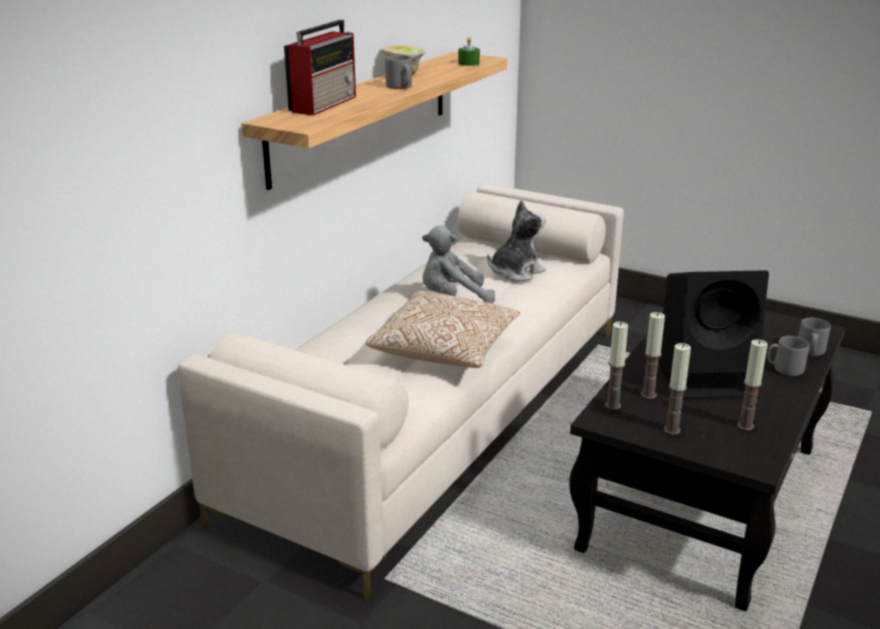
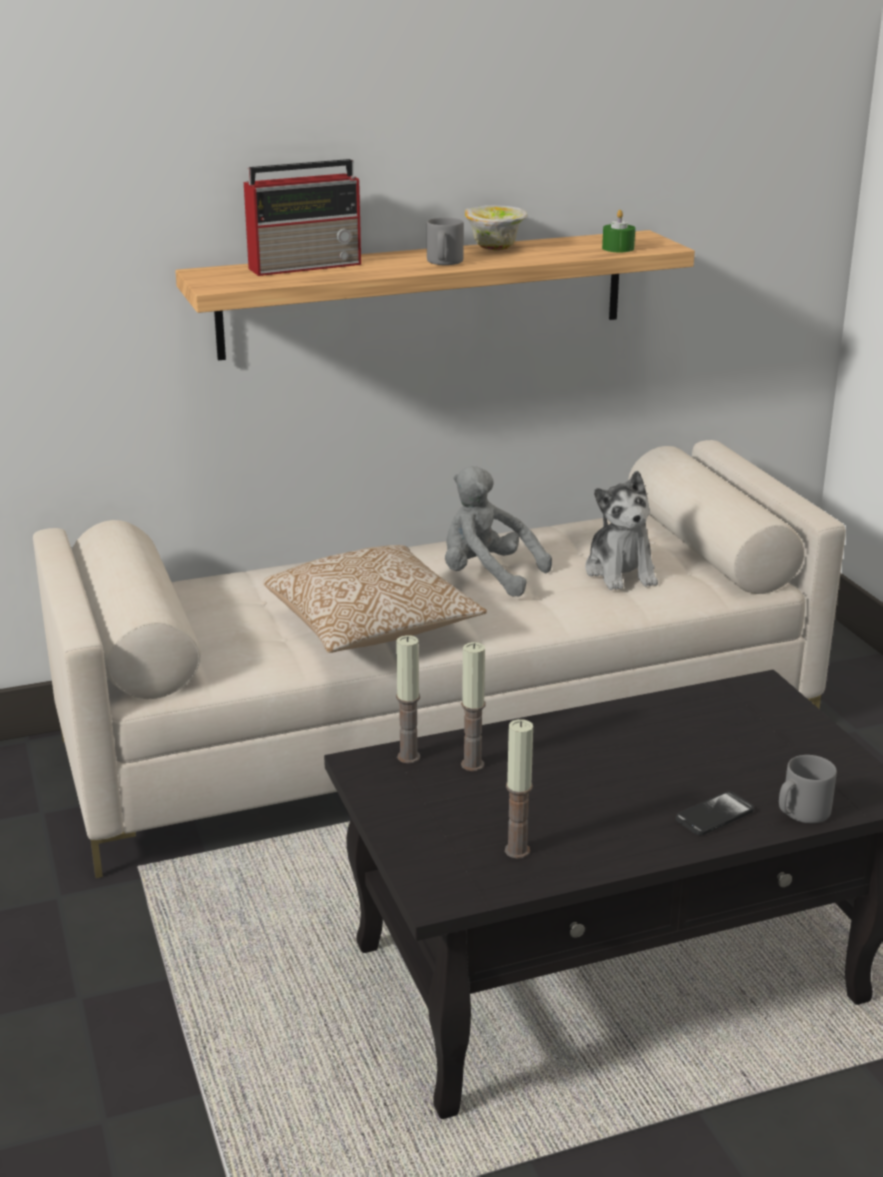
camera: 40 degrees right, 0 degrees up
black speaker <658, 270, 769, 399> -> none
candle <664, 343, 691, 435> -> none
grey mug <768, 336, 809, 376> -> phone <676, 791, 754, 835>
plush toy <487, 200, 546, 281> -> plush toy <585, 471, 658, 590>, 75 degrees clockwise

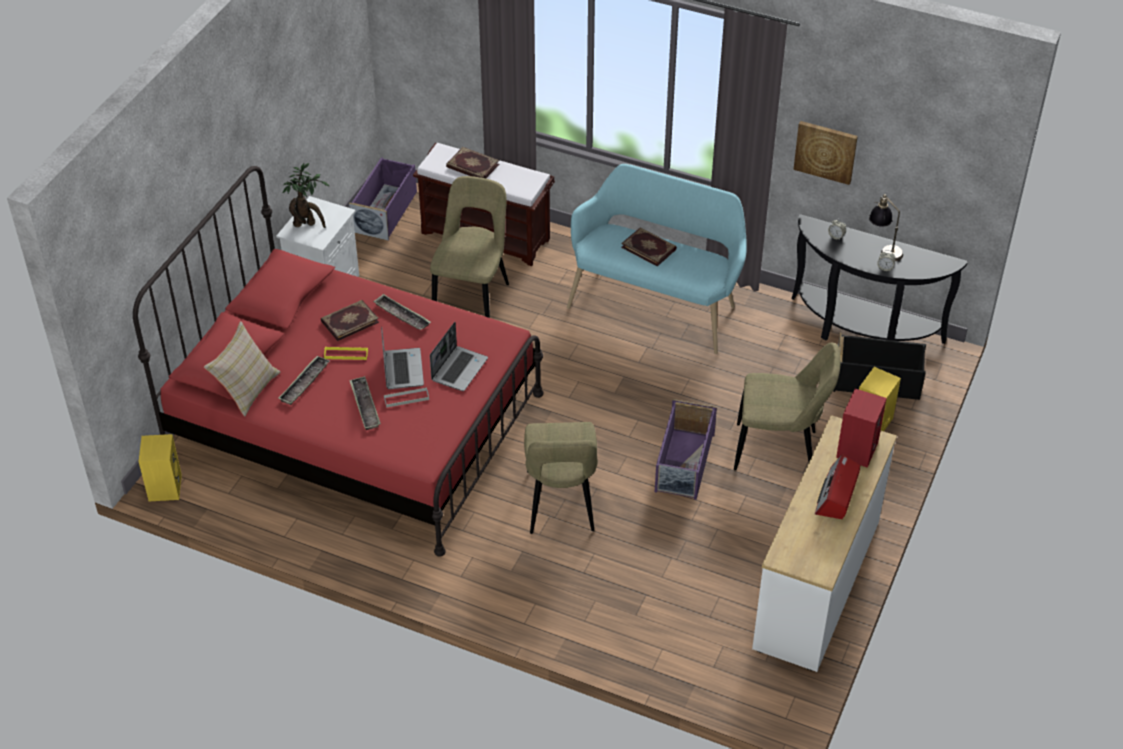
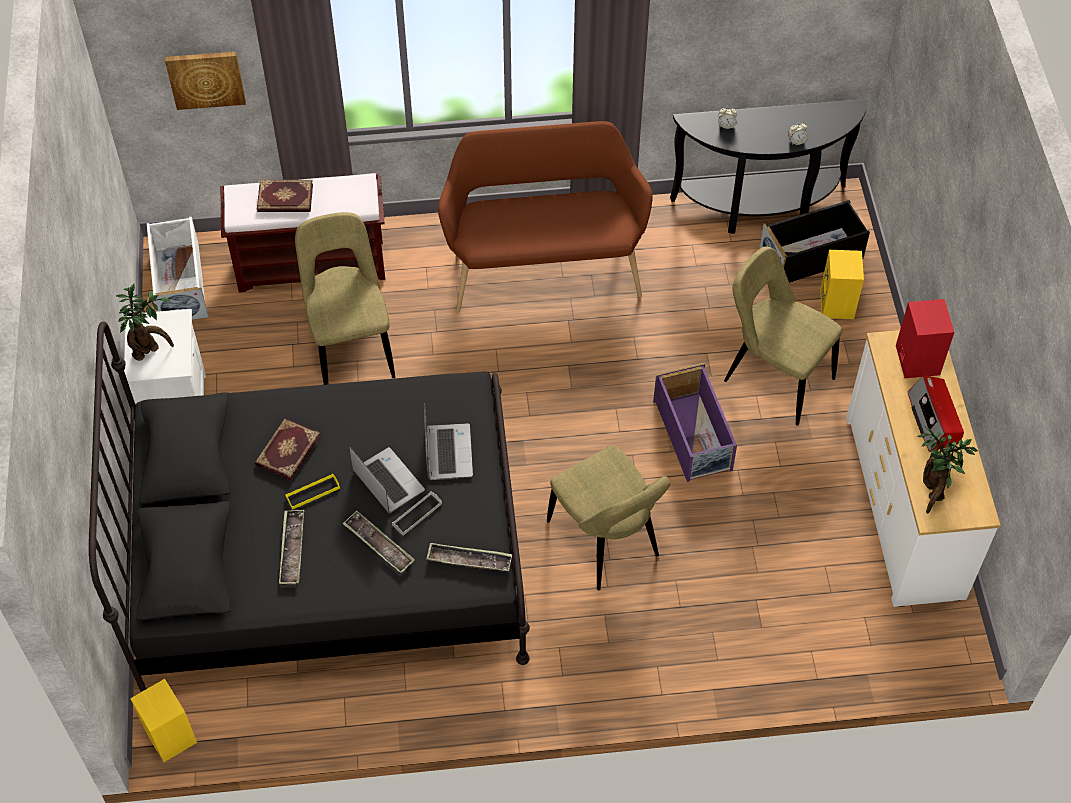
camera: 30 degrees left, 10 degrees up
beige pillow <204, 321, 280, 416> -> none
book <621, 227, 677, 266> -> none
table lamp <869, 194, 903, 261> -> none
none -> potted plant <917, 427, 978, 514>
tray <373, 294, 431, 330> -> tray <426, 543, 512, 571>, moved
picture <793, 121, 858, 185> -> picture <165, 52, 246, 110>, moved
red bed <133, 166, 544, 557> -> black bed <89, 321, 530, 692>
purple storage box <349, 157, 417, 241> -> white storage box <147, 217, 209, 320>
turquoise bench <567, 164, 747, 354> -> brown bench <438, 121, 653, 313>
beige chair <734, 343, 841, 471> -> beige chair <724, 246, 842, 425>, 120 degrees counterclockwise

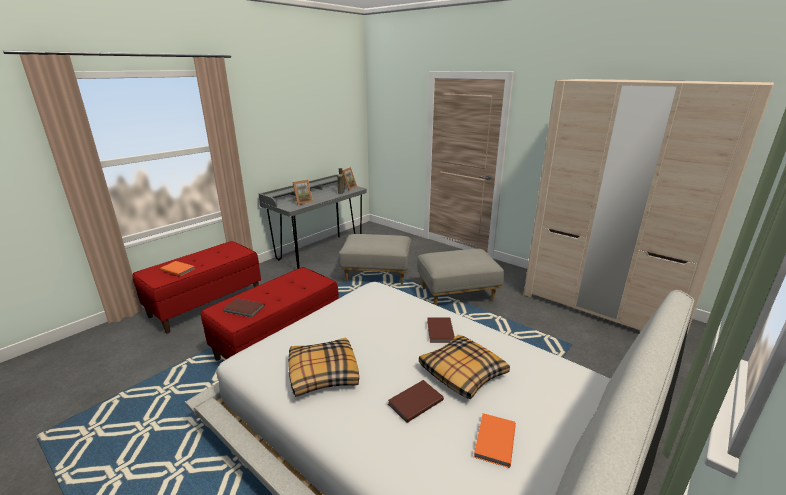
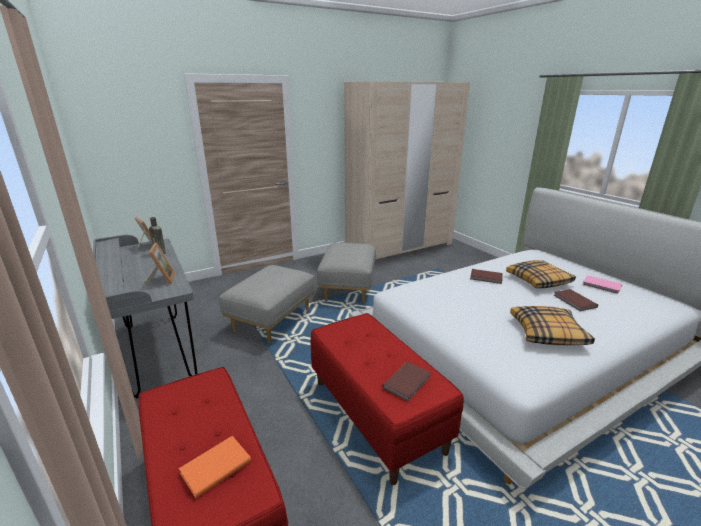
camera: 70 degrees left, 0 degrees up
orange book <474, 413, 516, 468> -> pink book <582, 275, 622, 294>

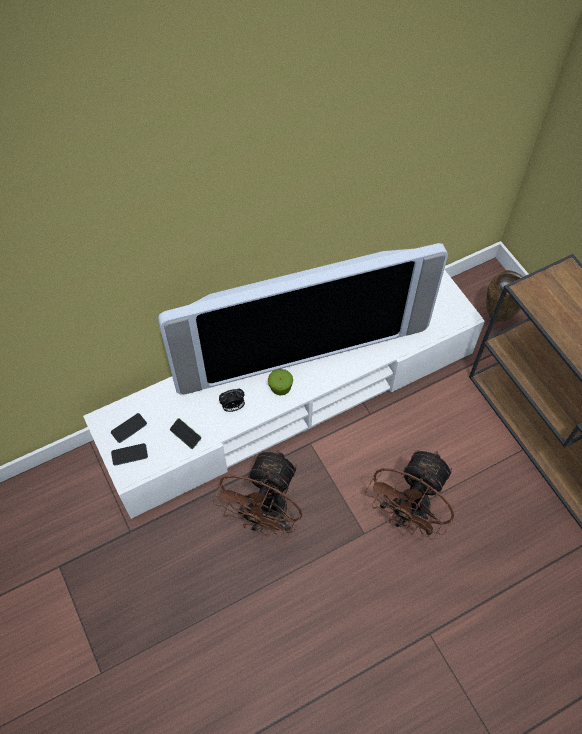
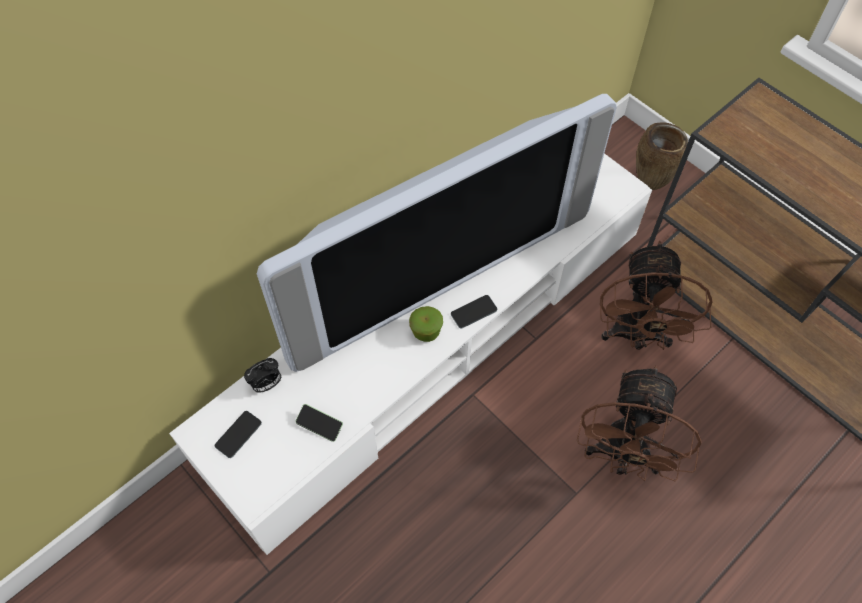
camera: 15 degrees left, 0 degrees up
phone <111, 443, 148, 466> -> phone <451, 295, 497, 329>, moved
brown fan <213, 450, 302, 539> -> brown fan <600, 241, 713, 350>, moved
alarm clock <219, 389, 245, 412> -> alarm clock <244, 358, 281, 393>, moved

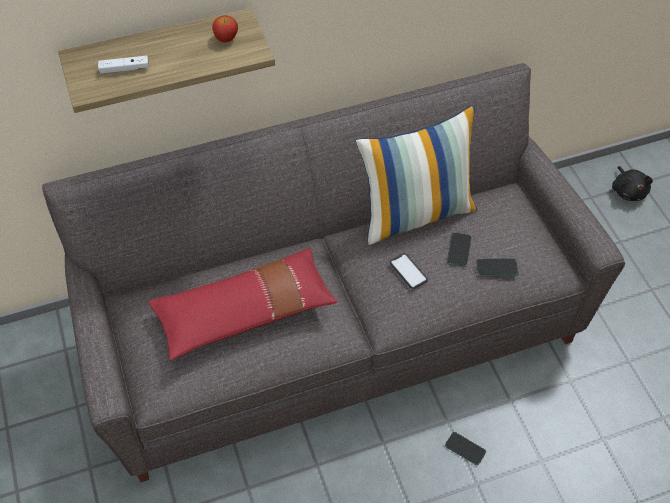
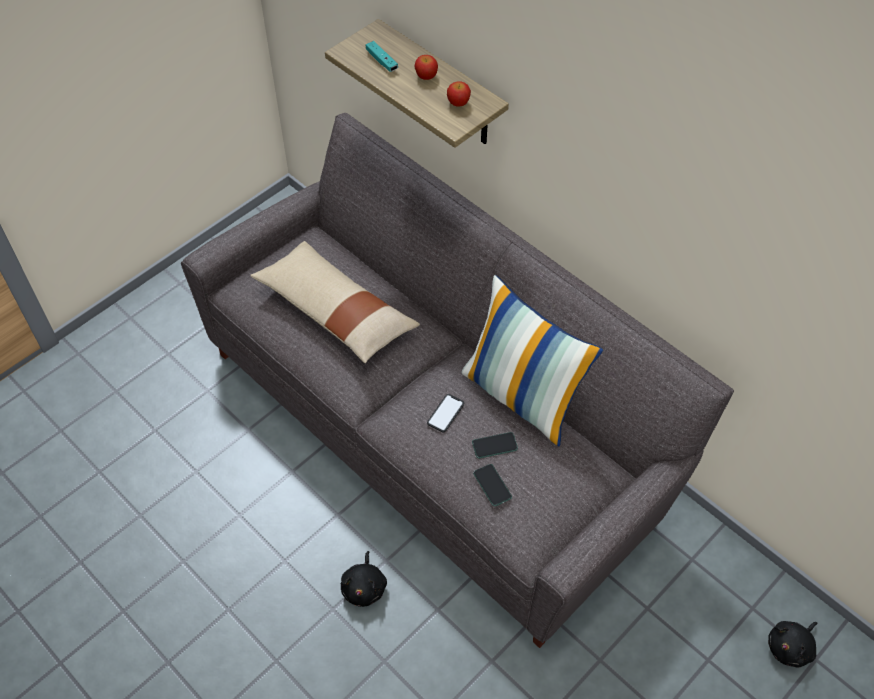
camera: 65 degrees right, 0 degrees up
none -> apple <415, 55, 438, 80>
phone <445, 432, 486, 465> -> black plush toy <340, 551, 387, 607>
white game controller <98, 56, 149, 74> -> turquoise game controller <366, 41, 398, 72>
red pillow <148, 248, 338, 361> -> beige pillow <250, 241, 420, 363>

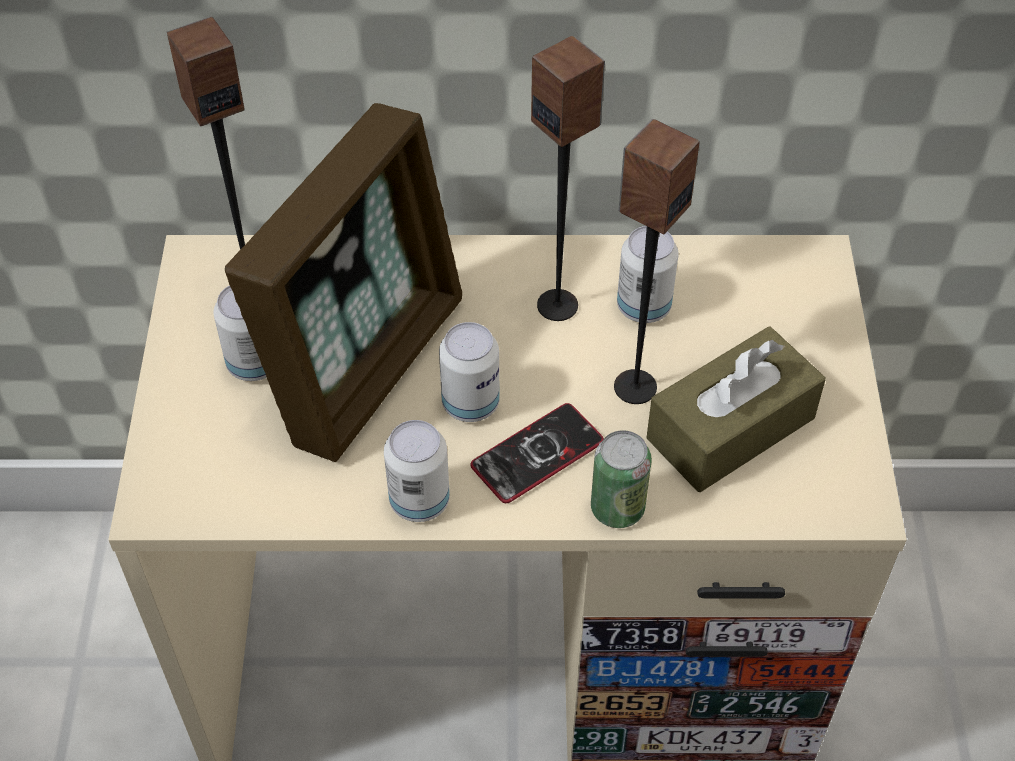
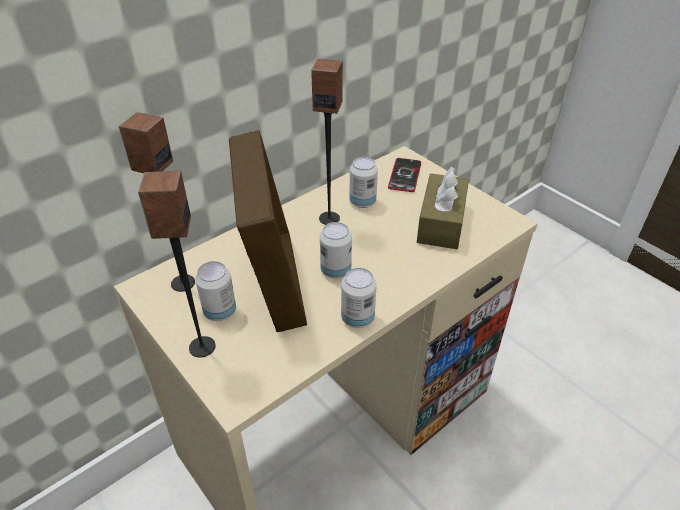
camera: 40 degrees left, 10 degrees down
can <591, 430, 652, 528> -> none
phone <470, 403, 604, 503> -> phone <388, 158, 421, 192>, moved
speaker <614, 119, 700, 404> -> speaker <138, 171, 216, 358>, moved

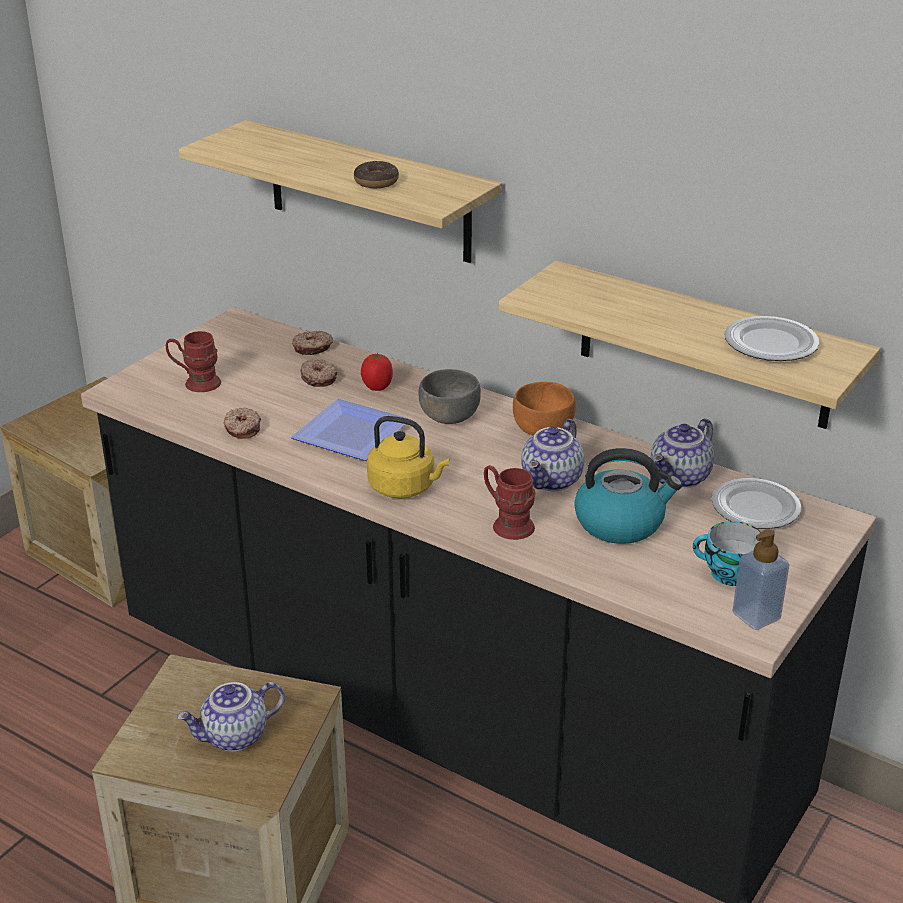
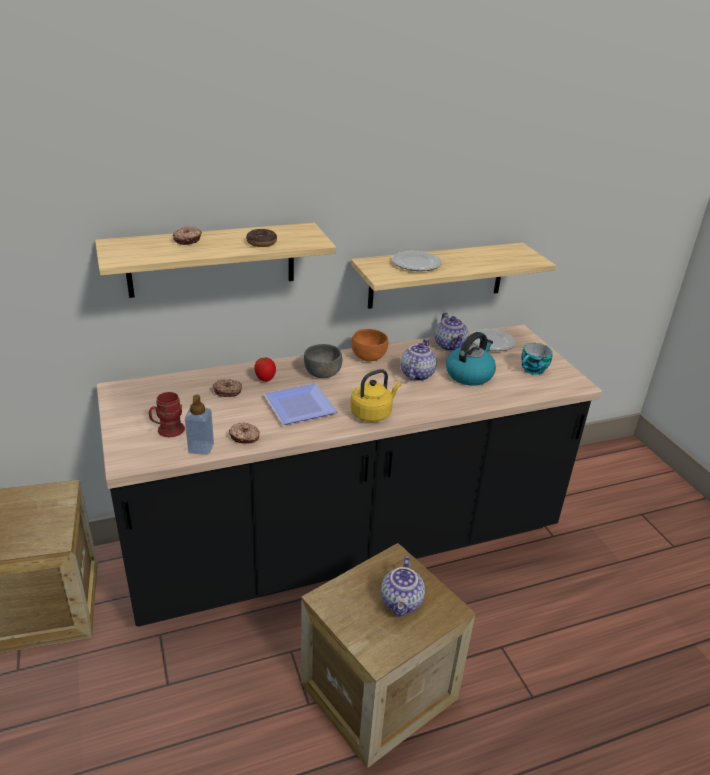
camera: 55 degrees left, 0 degrees up
red mug <484, 465, 535, 540> -> none
donut <292, 330, 333, 355> -> donut <173, 226, 202, 245>, moved
plate <724, 316, 820, 361> -> plate <392, 251, 442, 271>, moved
soap dispenser <733, 529, 789, 630> -> soap dispenser <185, 395, 214, 455>, moved
teapot <521, 419, 584, 491> -> teapot <400, 339, 437, 381>, 135 degrees counterclockwise

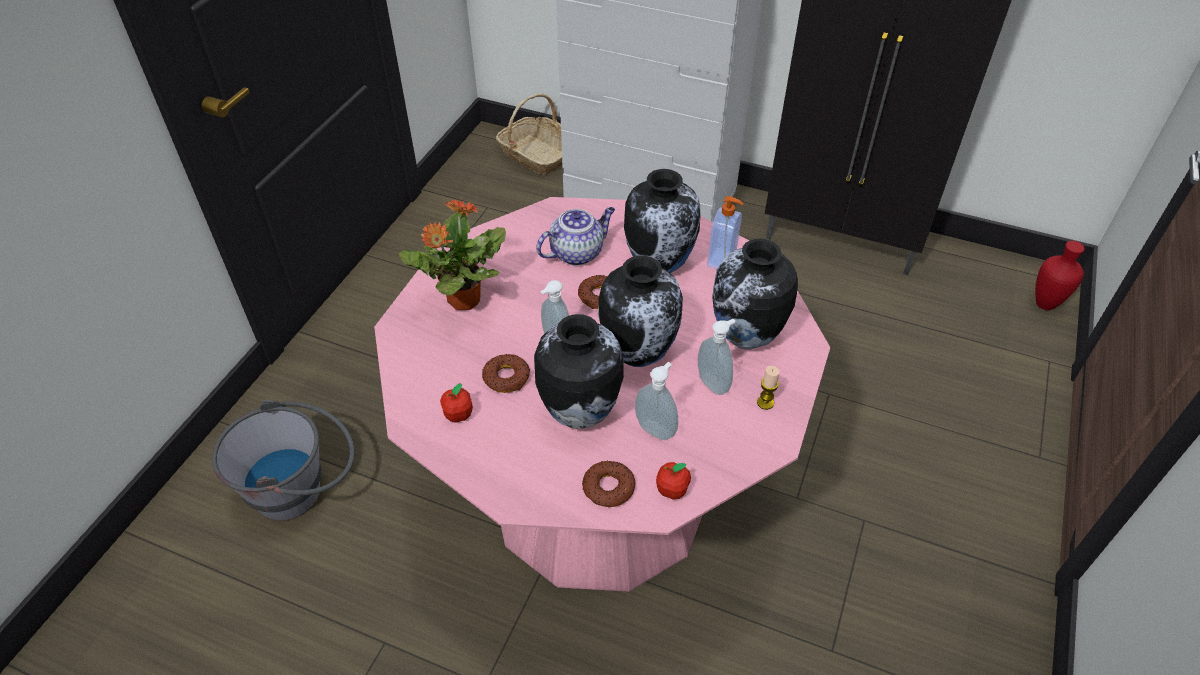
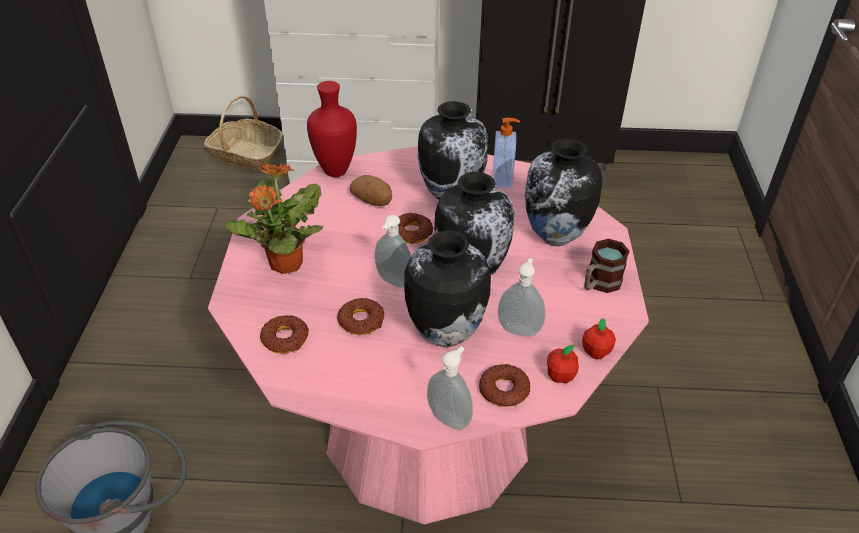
camera: 20 degrees left, 5 degrees down
none -> donut <260, 315, 309, 353>
apple <440, 383, 473, 423> -> apple <582, 318, 616, 359>, moved
soap dispenser <698, 319, 735, 395> -> soap dispenser <427, 346, 473, 430>, moved
red vase <1035, 241, 1085, 310> -> red vase <307, 81, 357, 177>, moved
teapot <536, 207, 615, 266> -> potato <350, 175, 392, 206>
candle <757, 366, 780, 410> -> mug <584, 239, 630, 293>

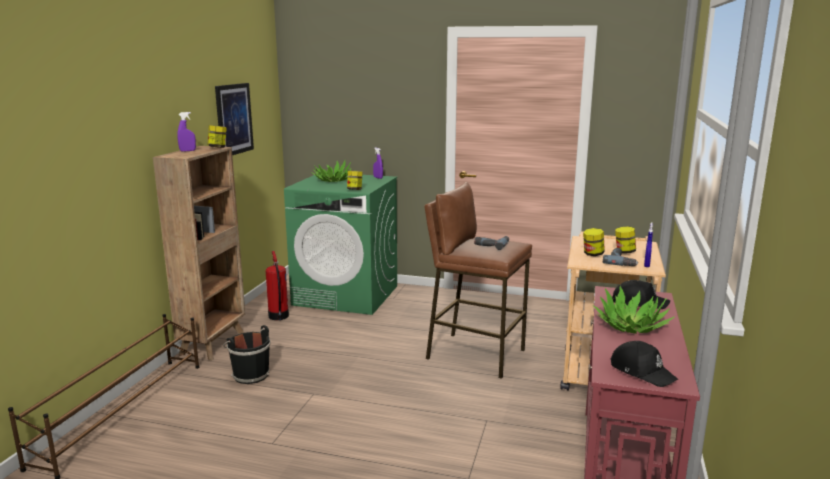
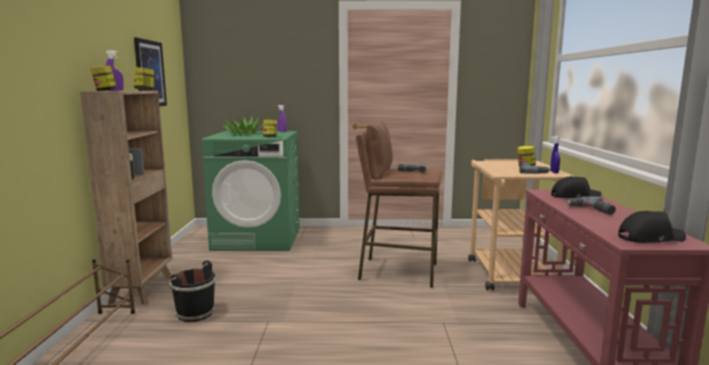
camera: 15 degrees left, 5 degrees down
fire extinguisher <266, 251, 289, 320> -> none
jar <583, 228, 605, 256> -> jar <90, 65, 117, 91>, moved
potted plant <593, 286, 675, 334> -> power drill <567, 197, 616, 215>
black cap <610, 341, 678, 387> -> black cap <618, 211, 686, 243>, 45 degrees counterclockwise

